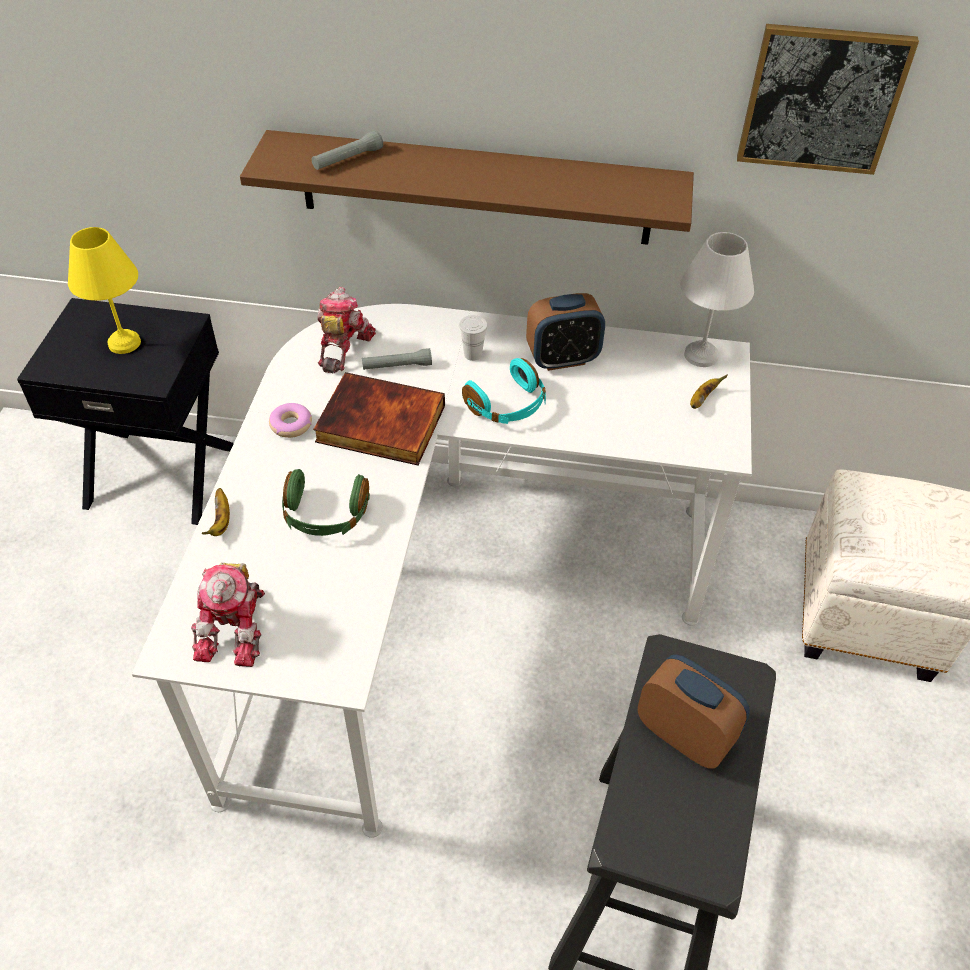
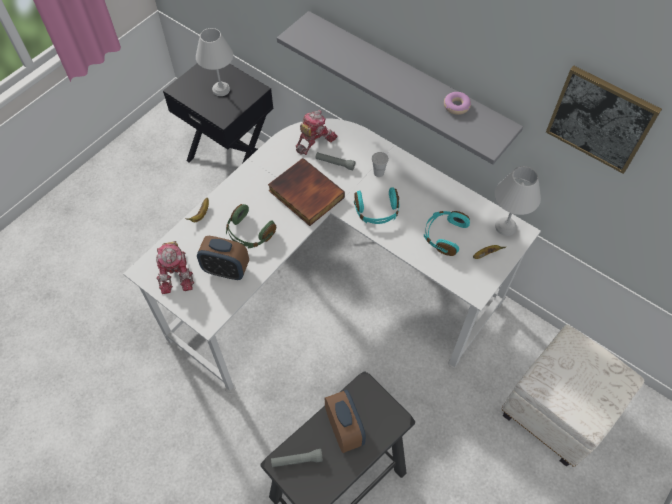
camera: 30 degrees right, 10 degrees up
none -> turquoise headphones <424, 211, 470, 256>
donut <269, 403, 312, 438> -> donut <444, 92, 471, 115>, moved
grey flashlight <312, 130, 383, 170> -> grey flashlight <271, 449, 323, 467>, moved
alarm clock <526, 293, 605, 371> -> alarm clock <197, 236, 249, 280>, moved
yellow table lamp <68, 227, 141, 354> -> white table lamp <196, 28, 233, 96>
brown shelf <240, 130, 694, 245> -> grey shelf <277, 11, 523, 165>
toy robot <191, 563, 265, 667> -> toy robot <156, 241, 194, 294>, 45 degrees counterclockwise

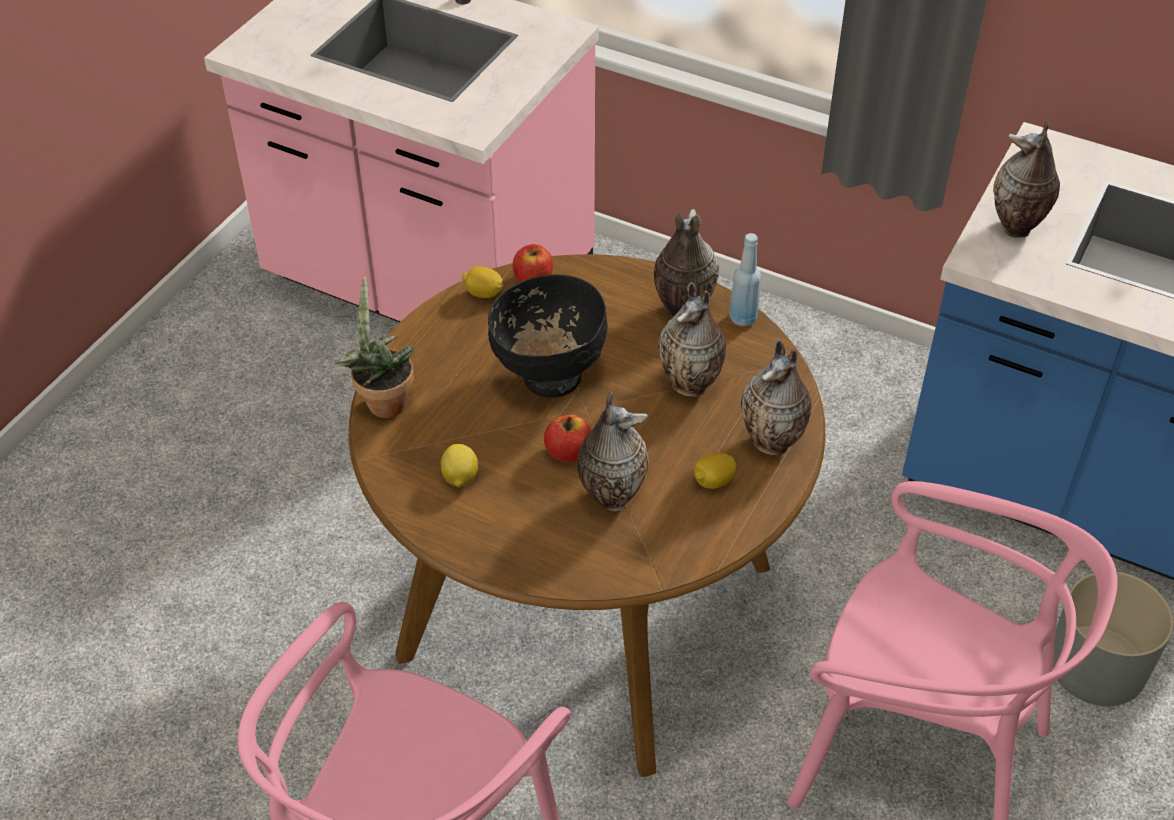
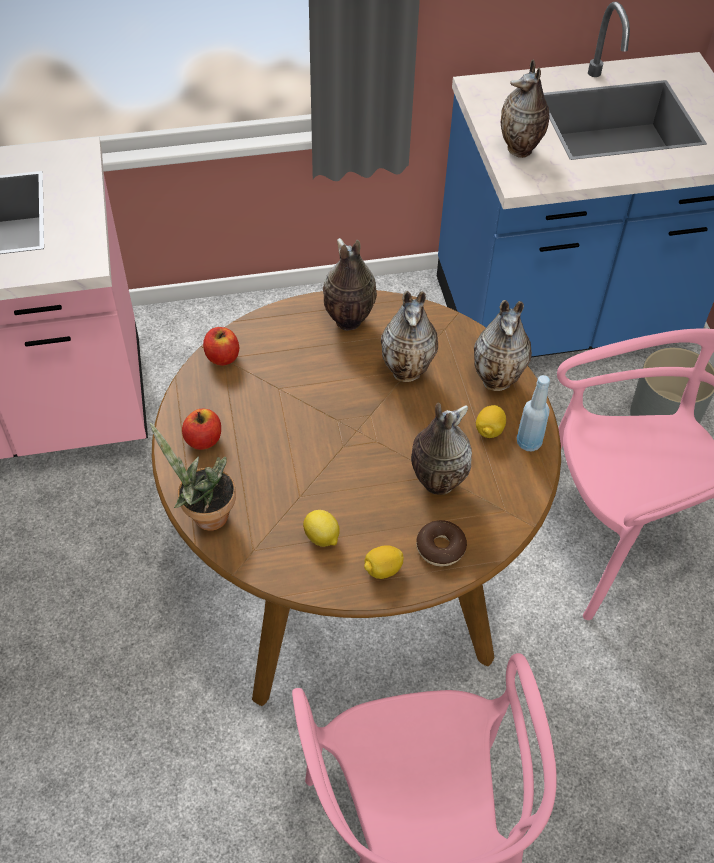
camera: 40 degrees left, 5 degrees up
black bowl <488, 274, 607, 398> -> none
none -> donut <416, 520, 467, 566>
lemon <462, 266, 503, 298> -> lemon <364, 545, 404, 579>, moved
apple <544, 415, 591, 462> -> apple <182, 409, 221, 450>, moved
blue bottle <729, 233, 761, 326> -> blue bottle <517, 375, 550, 452>, moved

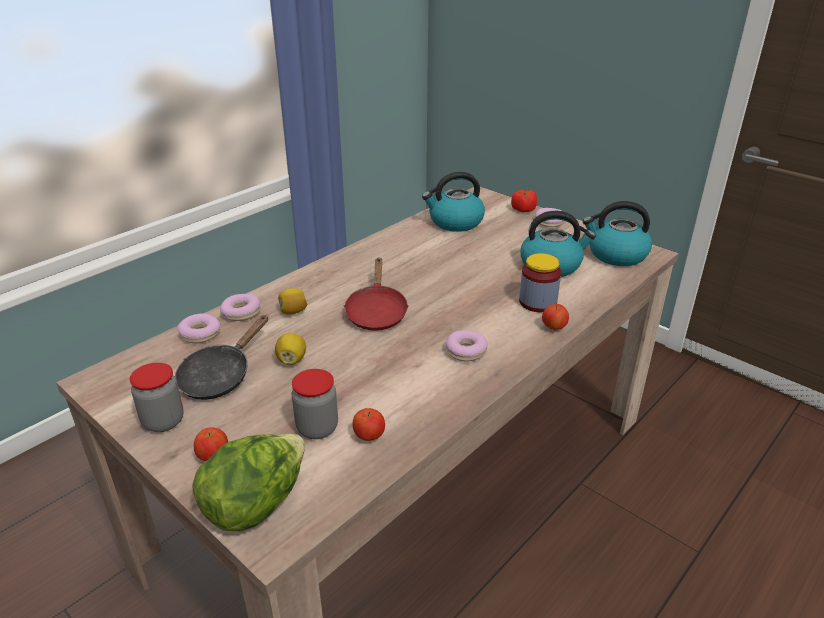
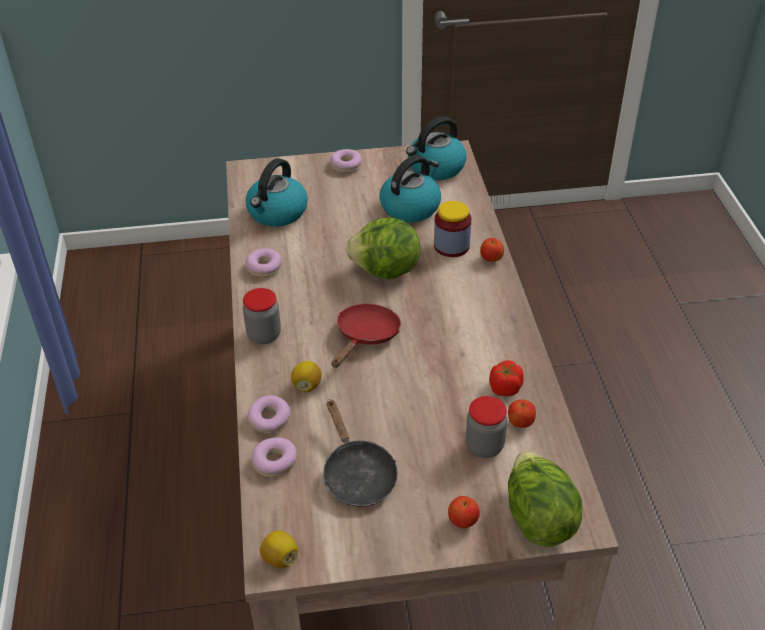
camera: 50 degrees left, 10 degrees up
none -> lettuce <346, 218, 420, 280>
jar <130, 363, 184, 432> -> jar <243, 288, 281, 344>, moved
lemon <275, 333, 306, 365> -> lemon <260, 530, 298, 568>, moved
donut <446, 330, 488, 362> -> donut <245, 248, 282, 277>, moved
tomato <511, 189, 537, 212> -> tomato <490, 360, 524, 396>, moved
red frying pan <344, 258, 409, 331> -> red frying pan <331, 304, 401, 368>, 105 degrees counterclockwise

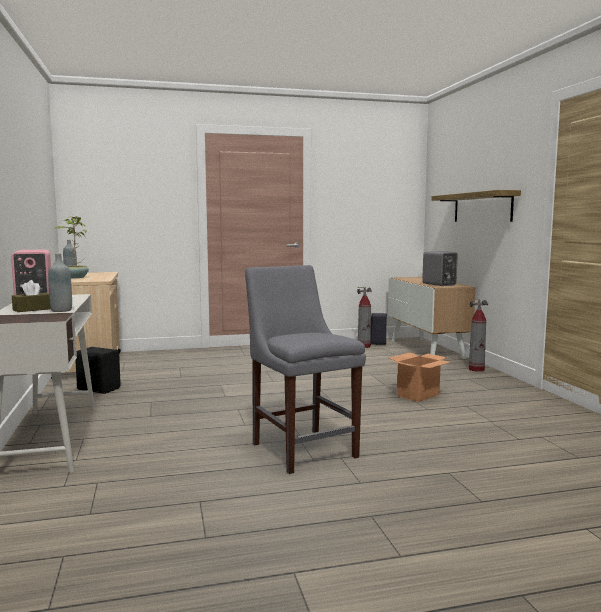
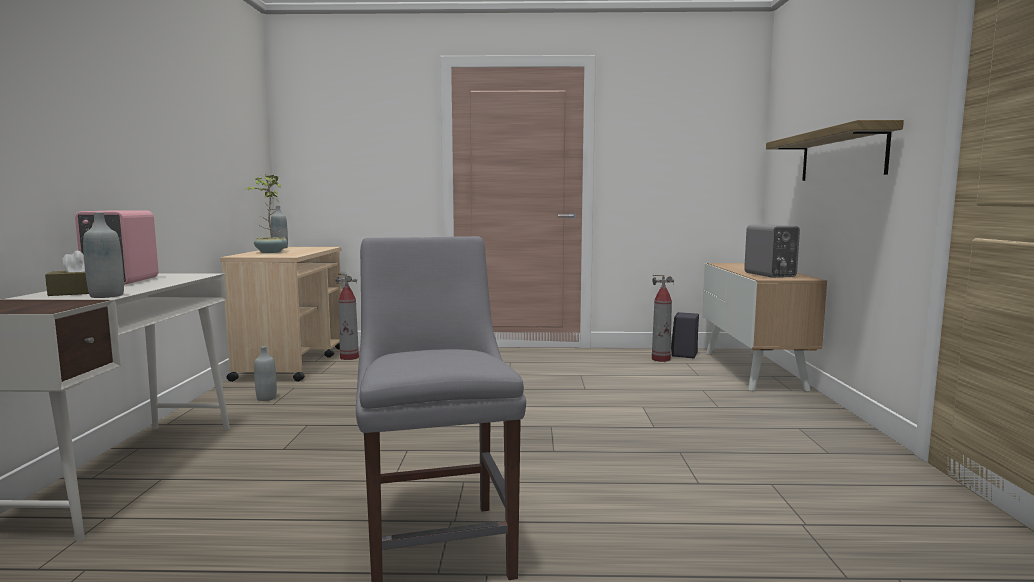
camera: 15 degrees right, 0 degrees up
cardboard box <389, 352, 450, 402> -> none
fire extinguisher <469, 299, 488, 372> -> fire extinguisher <335, 274, 359, 360>, moved
black speaker <75, 347, 121, 394> -> grey bottle <254, 346, 277, 401>

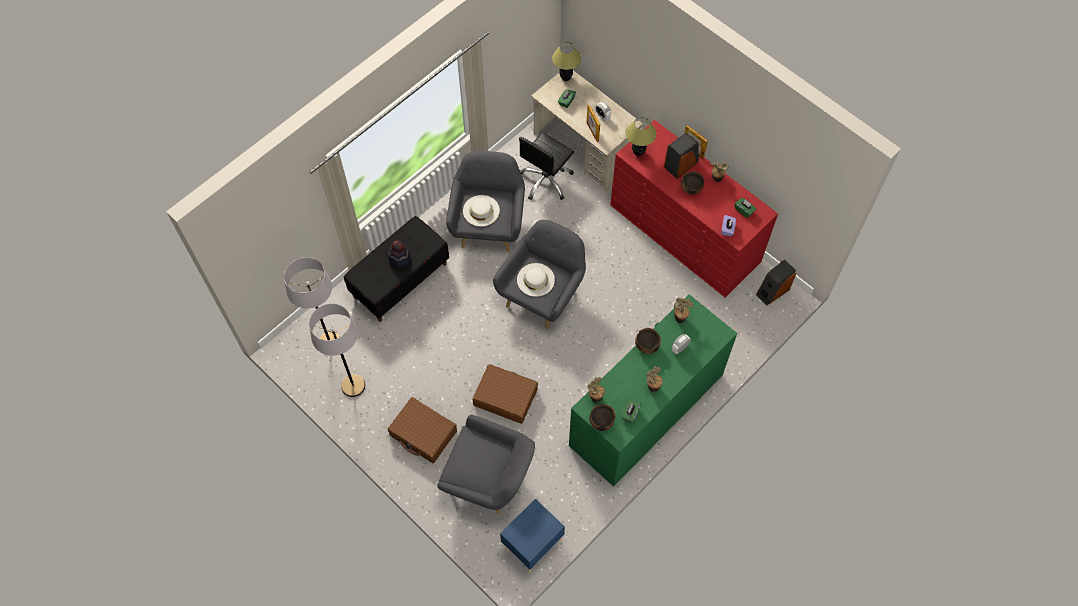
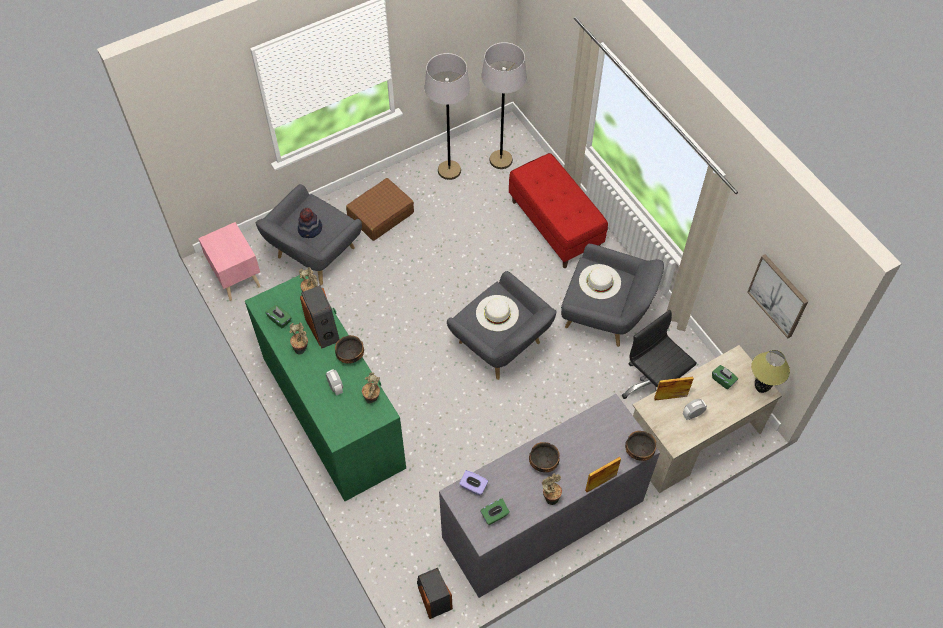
camera: 105 degrees right, 5 degrees down
brown suitcase <473, 364, 538, 424> -> none
table lamp <625, 117, 656, 156> -> none
none -> picture <747, 254, 808, 338>
hat <388, 240, 410, 267> -> hat <298, 208, 322, 238>, moved
bowl <589, 404, 616, 431> -> bowl <625, 431, 657, 461>, moved
speaker <664, 133, 699, 179> -> speaker <300, 285, 339, 348>, moved
black bench <344, 216, 449, 322> -> red bench <509, 153, 608, 268>
blue nightstand <500, 499, 565, 573> -> pink nightstand <198, 222, 261, 301>
red dresser <610, 120, 778, 297> -> grey dresser <439, 394, 660, 598>

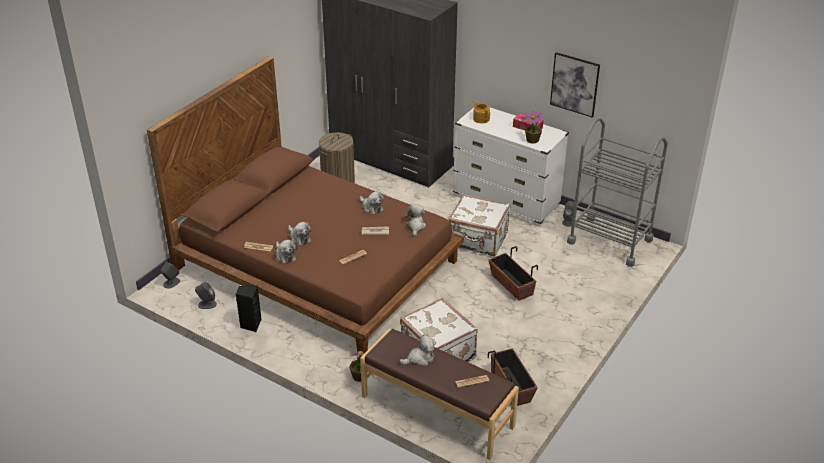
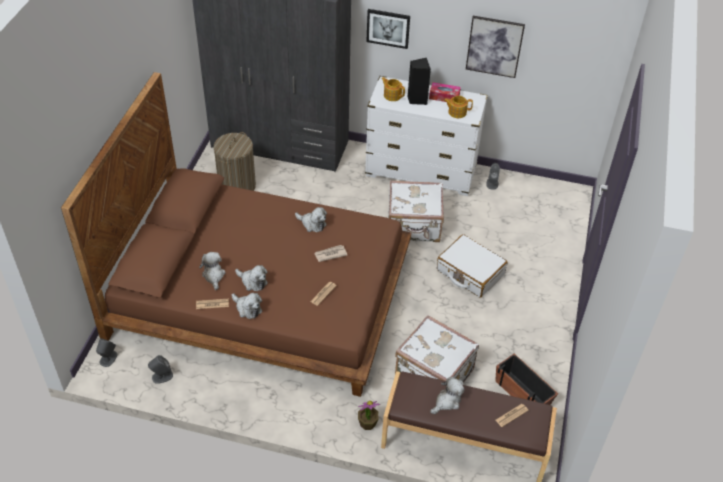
camera: 20 degrees left, 10 degrees up
grey cart <567, 118, 668, 267> -> none
none -> picture <366, 9, 410, 49>
black speaker <236, 285, 261, 332> -> black speaker <408, 58, 431, 105>, moved
plush toy <405, 204, 426, 237> -> plush toy <199, 252, 226, 290>, moved
planter <488, 246, 538, 301> -> white suitcase <437, 234, 508, 298>
potted plant <525, 110, 543, 144> -> teapot <444, 96, 473, 118>

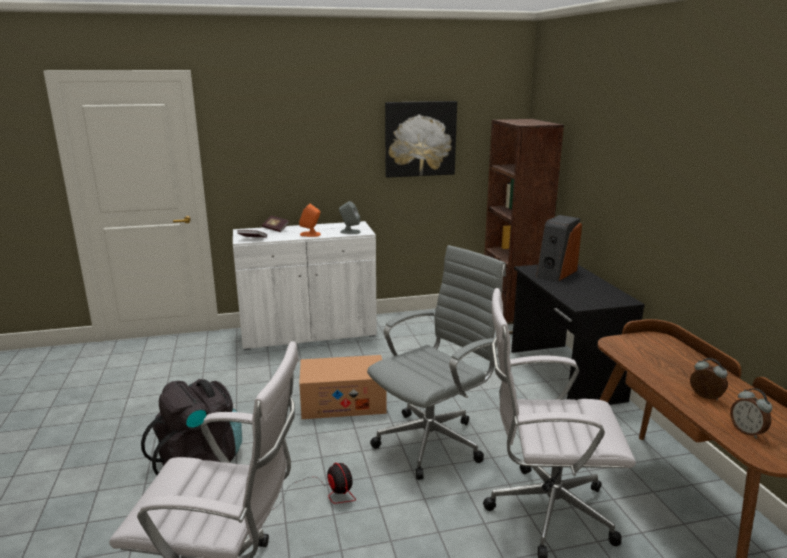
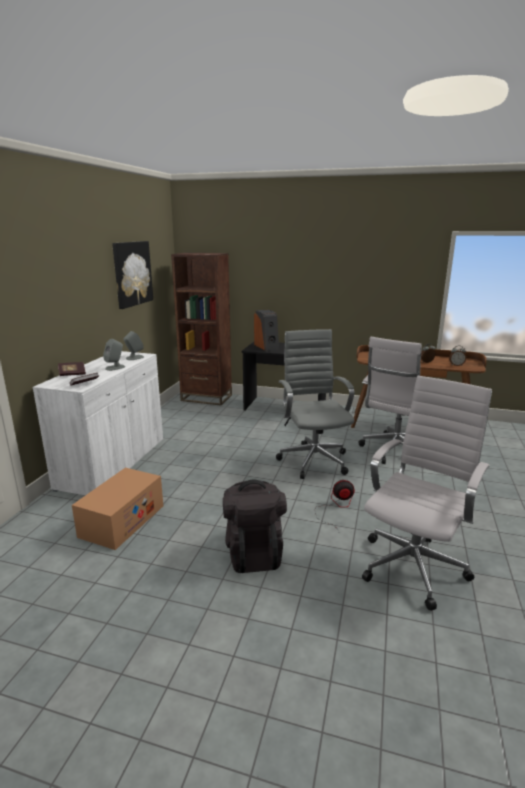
camera: 60 degrees left, 0 degrees up
cardboard box <299, 355, 387, 419> -> cardboard box <72, 468, 163, 550>, moved
orange speaker <299, 204, 321, 237> -> grey speaker <103, 339, 125, 371>

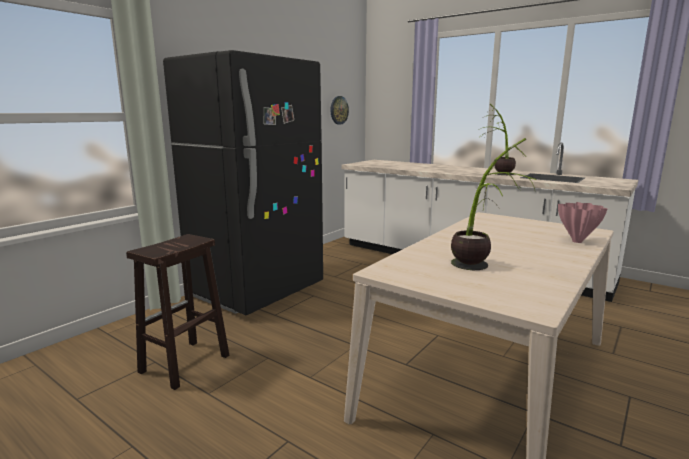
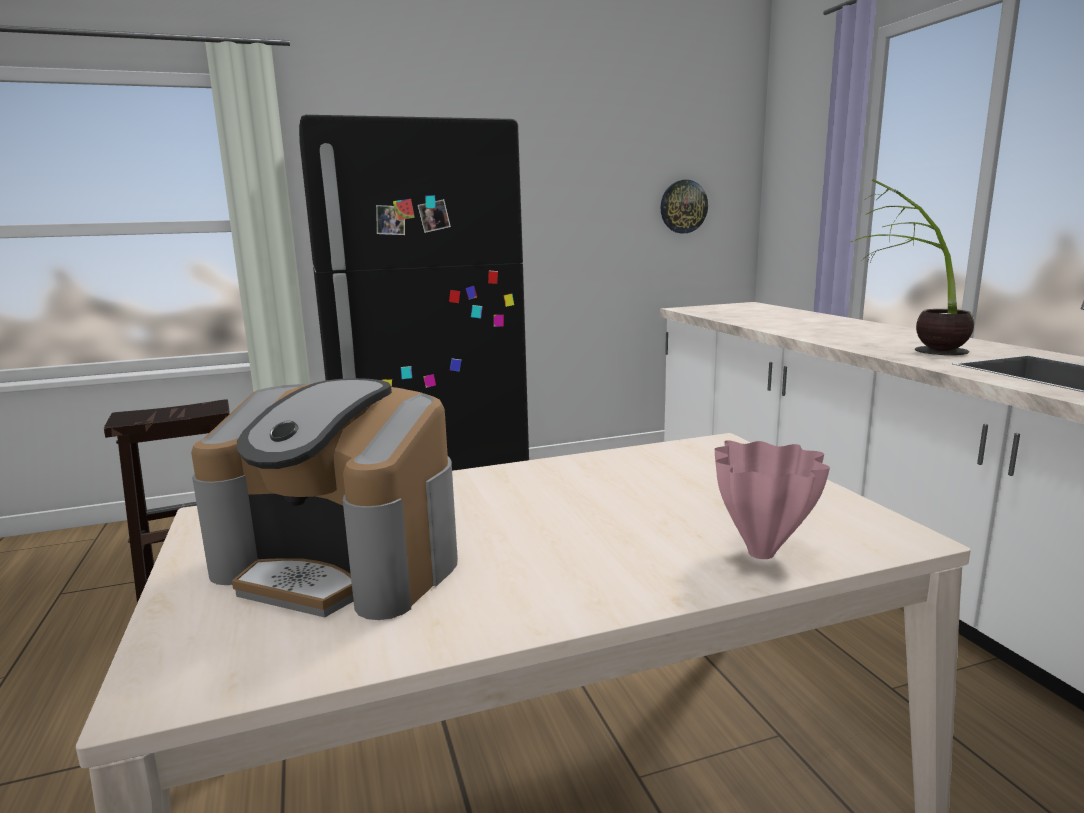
camera: 35 degrees right, 0 degrees up
potted plant <451, 138, 537, 270> -> coffee machine <191, 378, 458, 620>

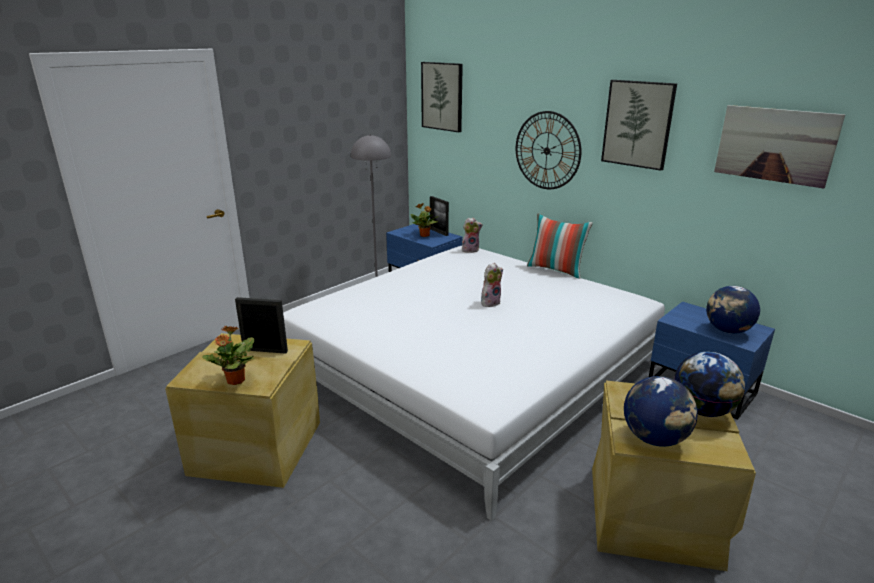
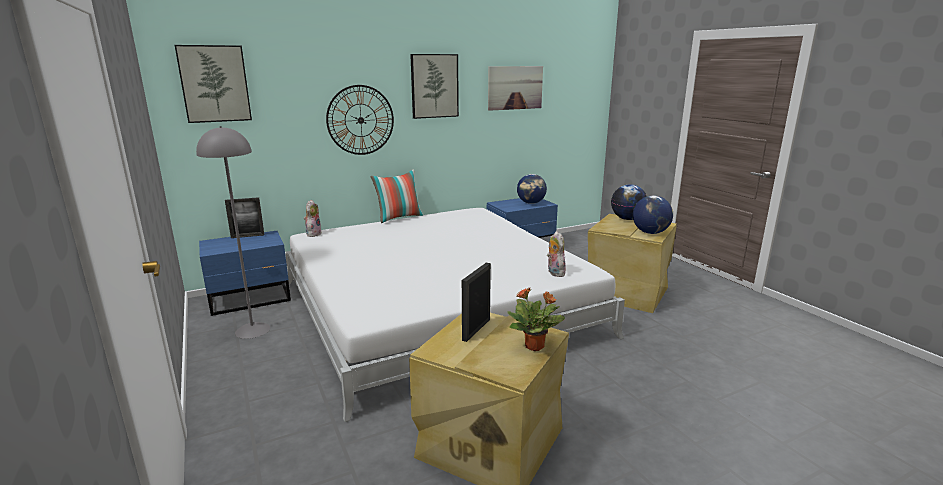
camera: 70 degrees left, 5 degrees down
potted plant <411, 203, 439, 237> -> none
plush toy <481, 263, 503, 307> -> plush toy <547, 231, 566, 277>, moved

